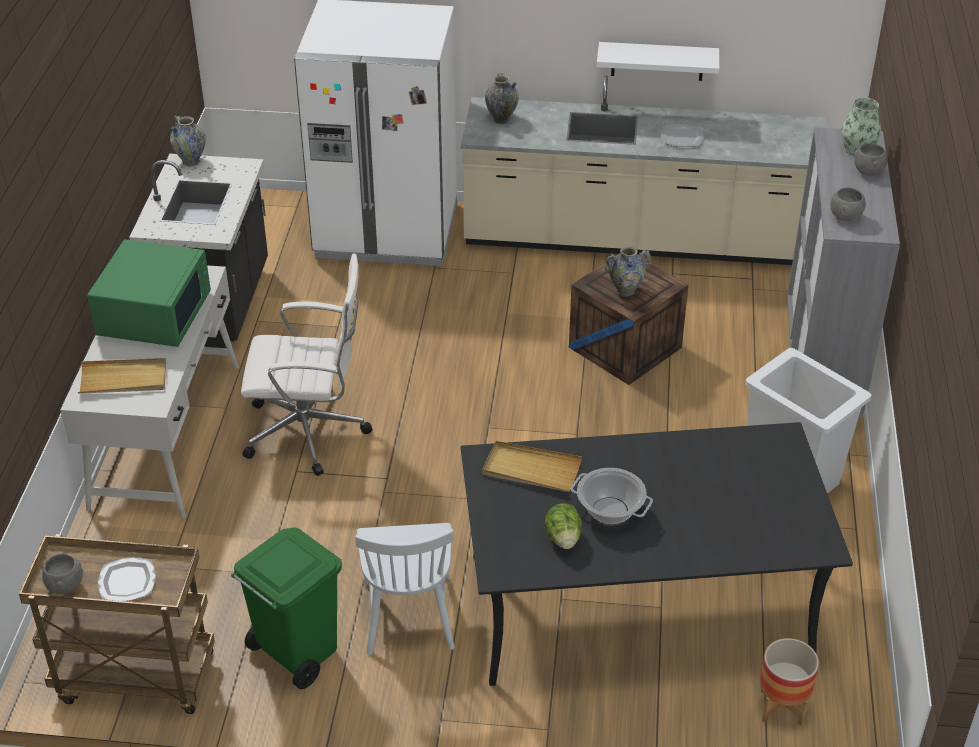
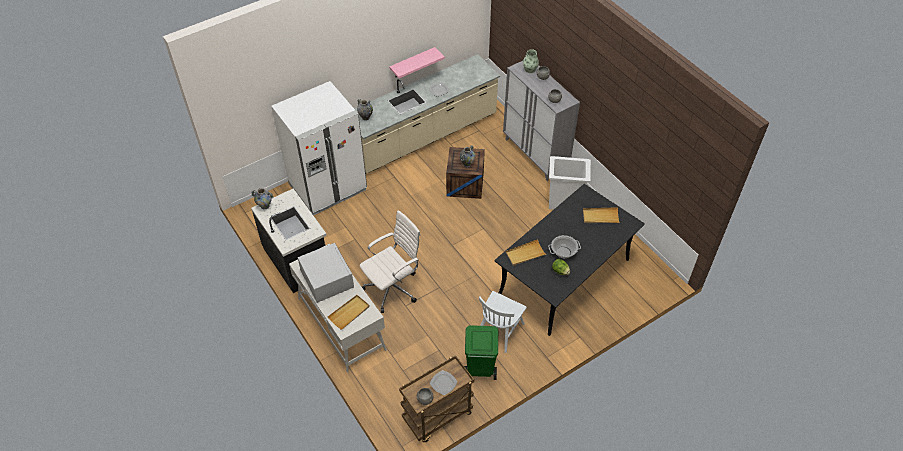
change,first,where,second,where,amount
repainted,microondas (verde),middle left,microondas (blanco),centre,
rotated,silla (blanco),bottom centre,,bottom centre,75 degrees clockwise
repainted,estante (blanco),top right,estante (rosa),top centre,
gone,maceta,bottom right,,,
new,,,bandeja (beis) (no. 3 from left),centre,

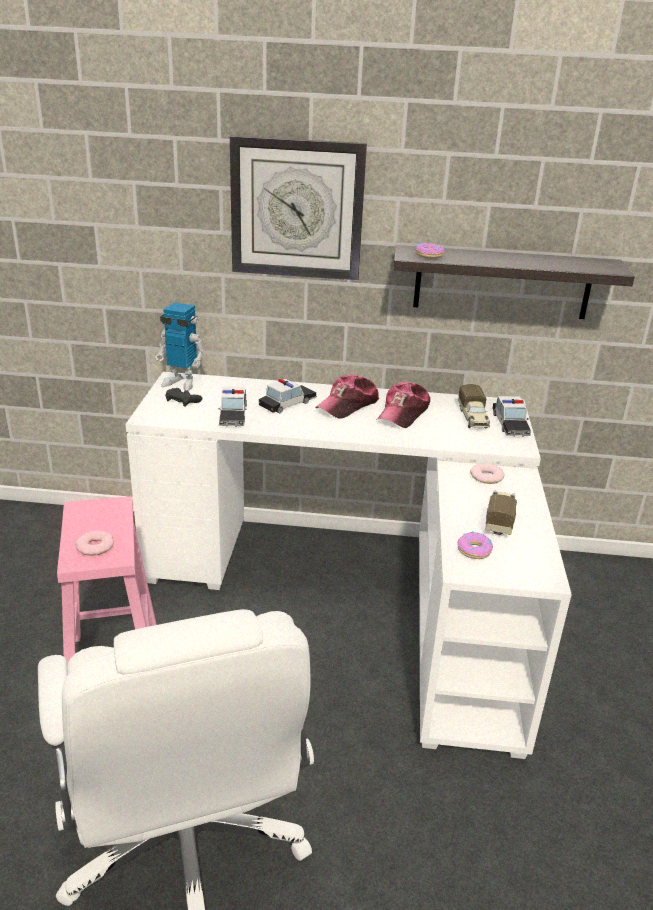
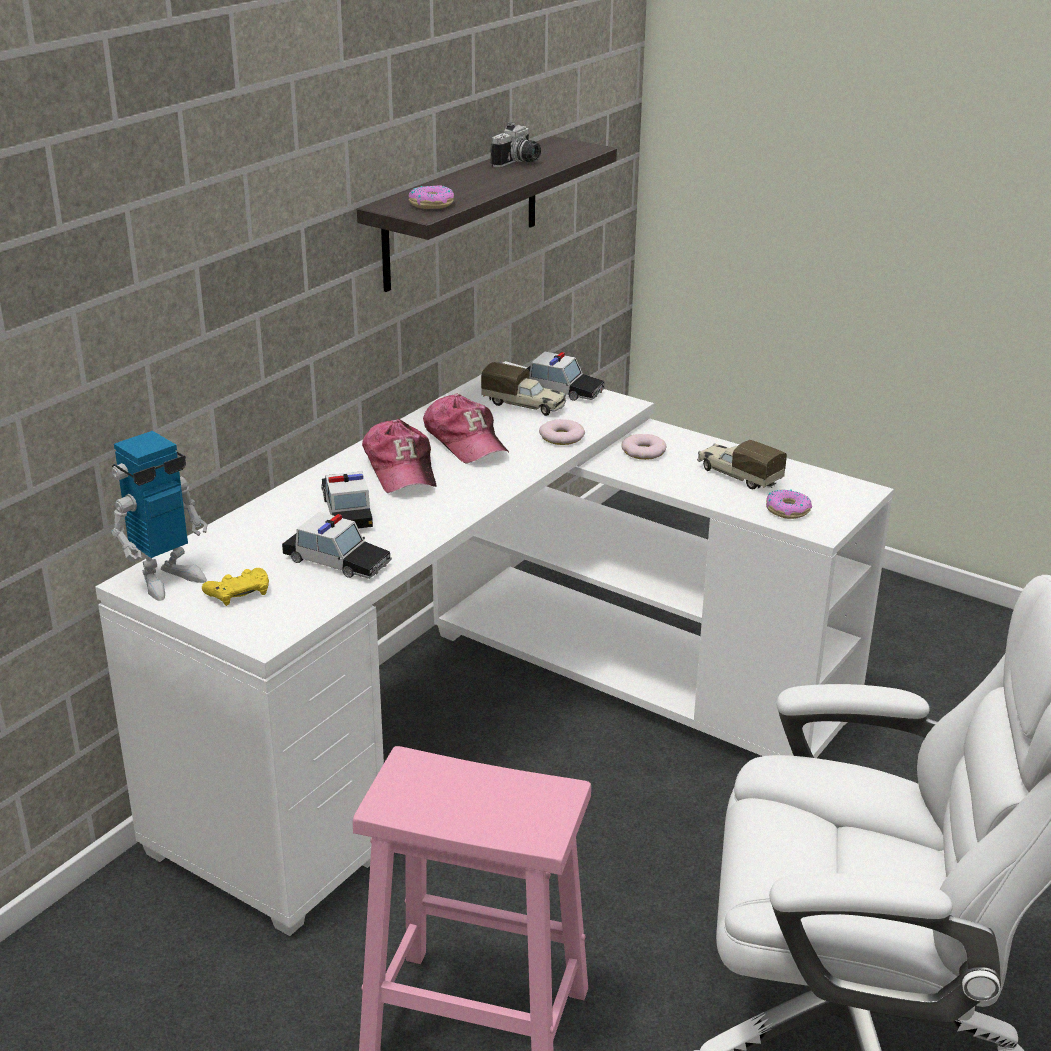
change,first,where,second,where,amount
shifted,rosquilla (no. 1 from left in the first image),middle left,rosquilla (no. 2 from left),centre,
repainted,mando de consola (negro),middle left,mando de consola (amarillo),middle left,
gone,reloj de pared,top centre,,,
new,,,cámara,top centre,

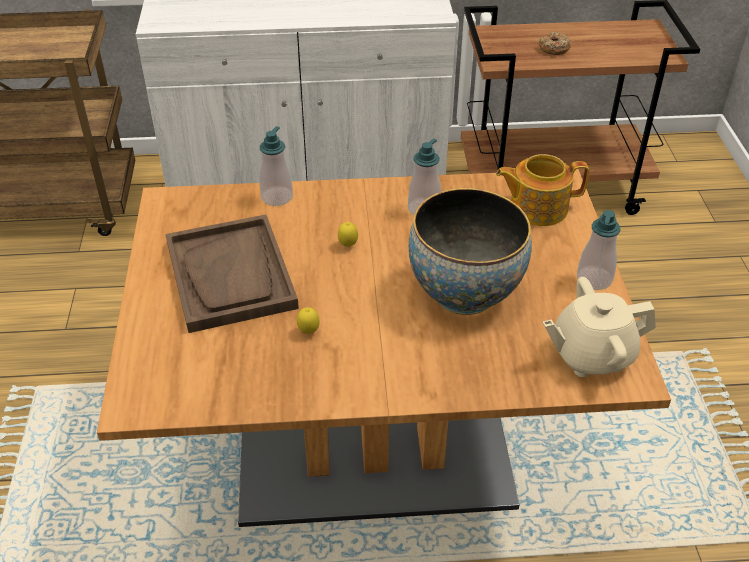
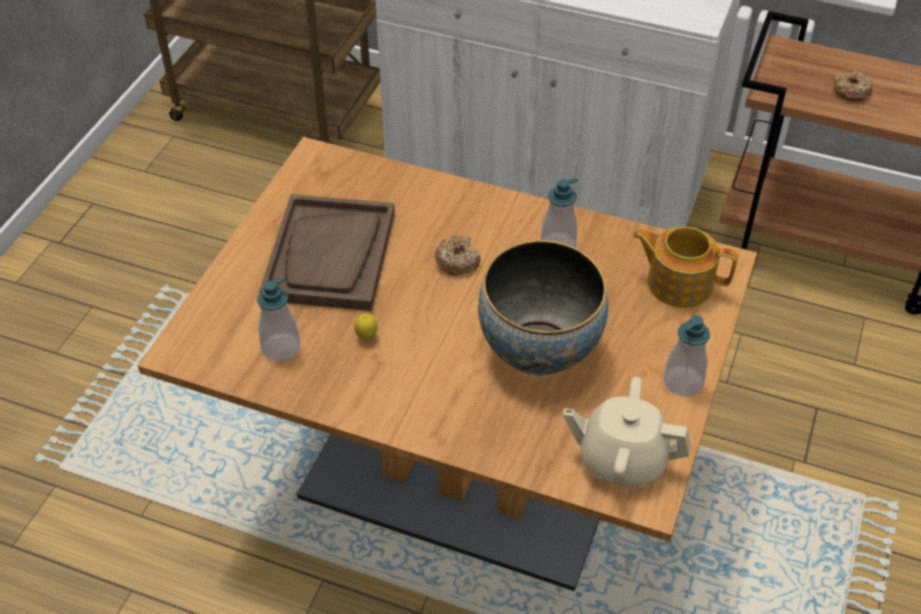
change,first,where,second,where,amount
shifted,dispensador de jabón (no. 1 from left),top centre,,middle left,
swapped,limón (no. 2 from left),centre,rosquilla (no. 1 from left),centre,

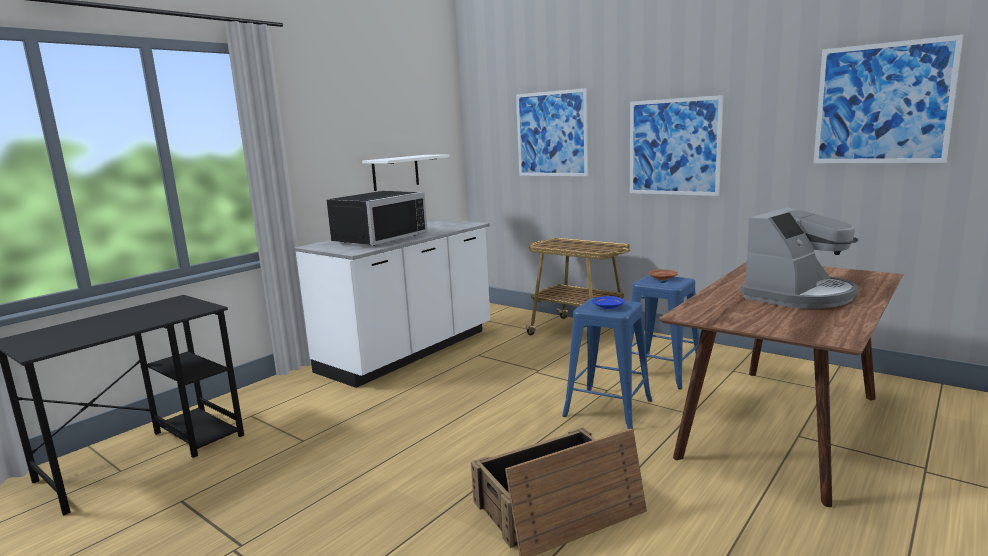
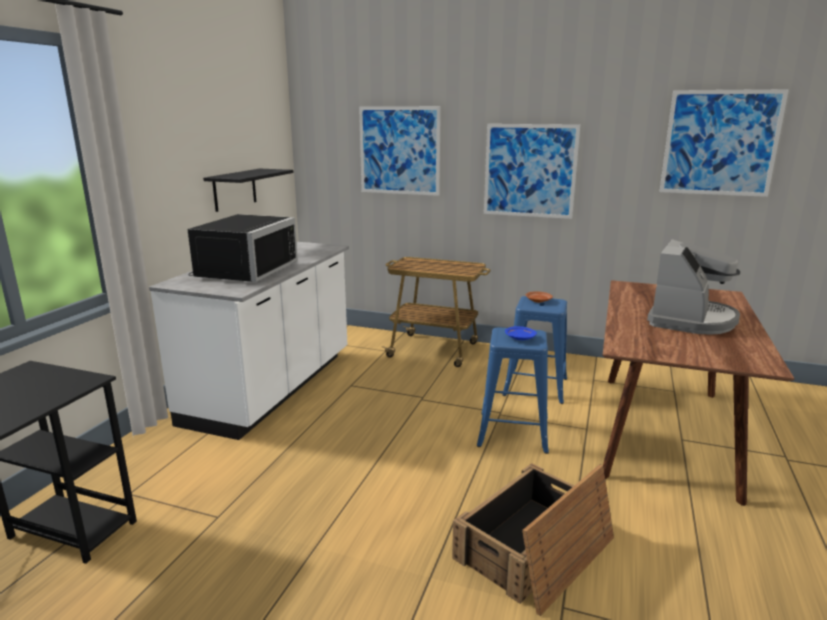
change,first,where,second,where,amount
repainted,estante (blanco),top centre,estante (negro),top left,

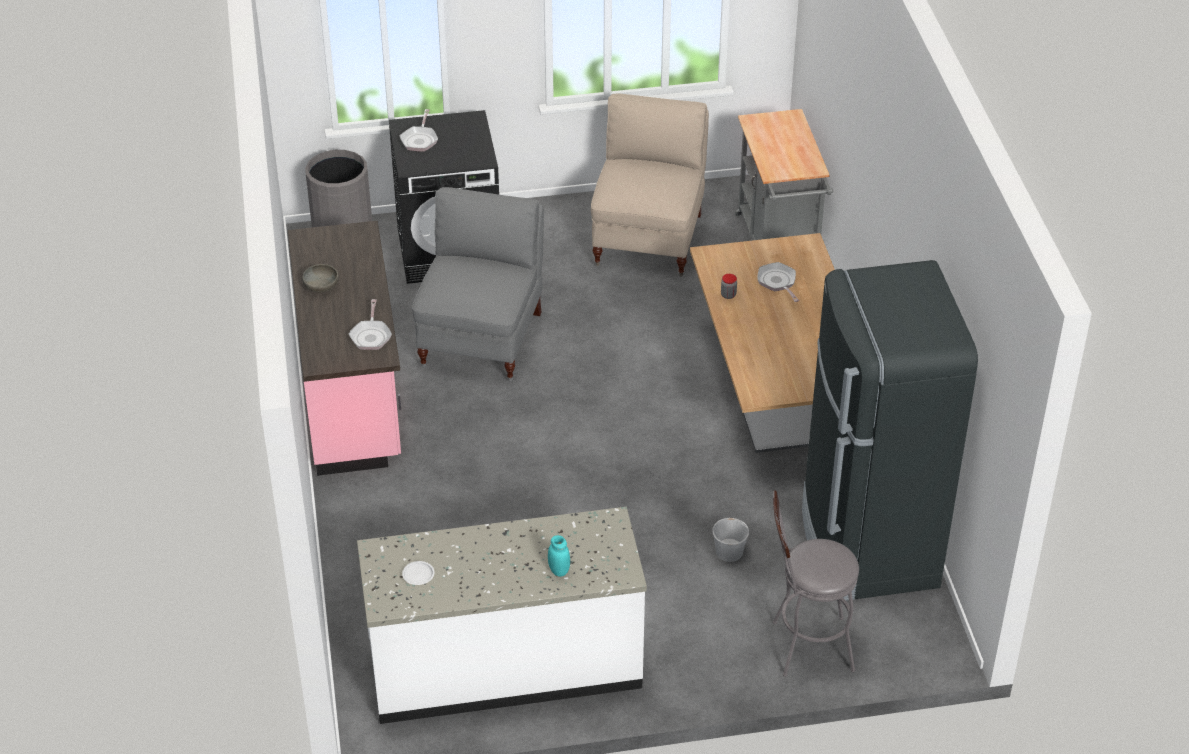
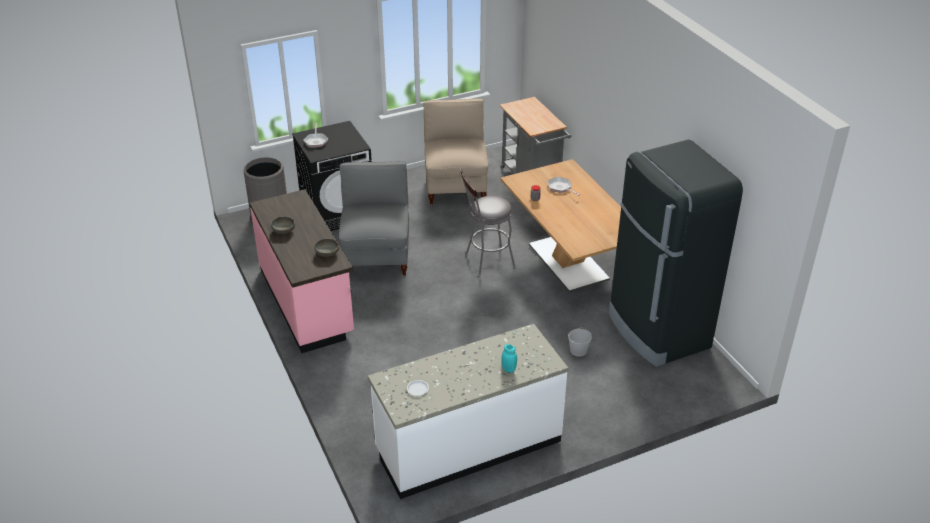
change,first,where,second,where,amount
swapped,sartén (no. 1 from left),middle left,cuenco (gris) (no. 2 from left),centre,
shifted,taburete (gris),bottom right,,centre,

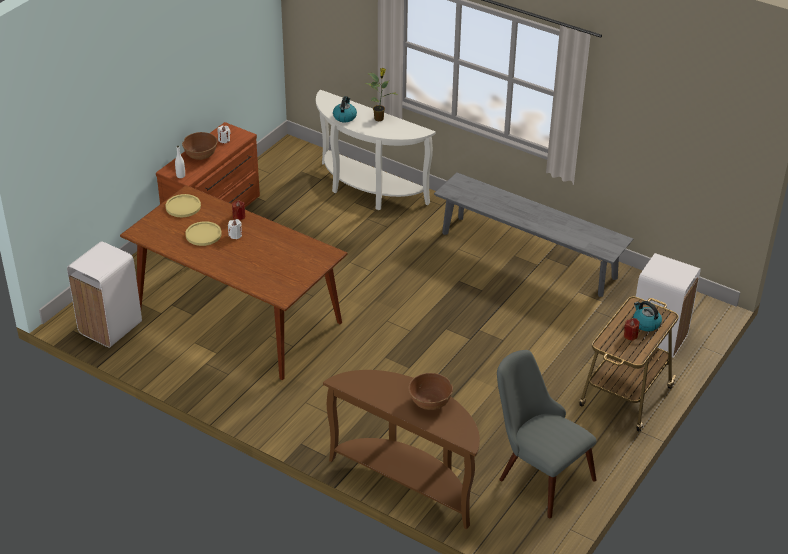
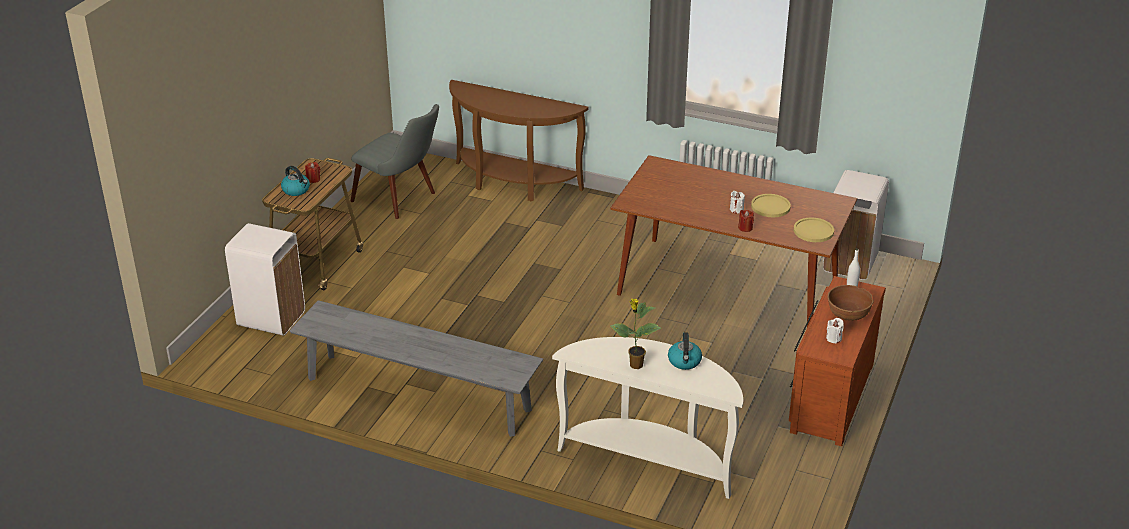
change,first,where,second,where,amount
gone,cuenco (marrón) (no. 2 from left),bottom centre,,,

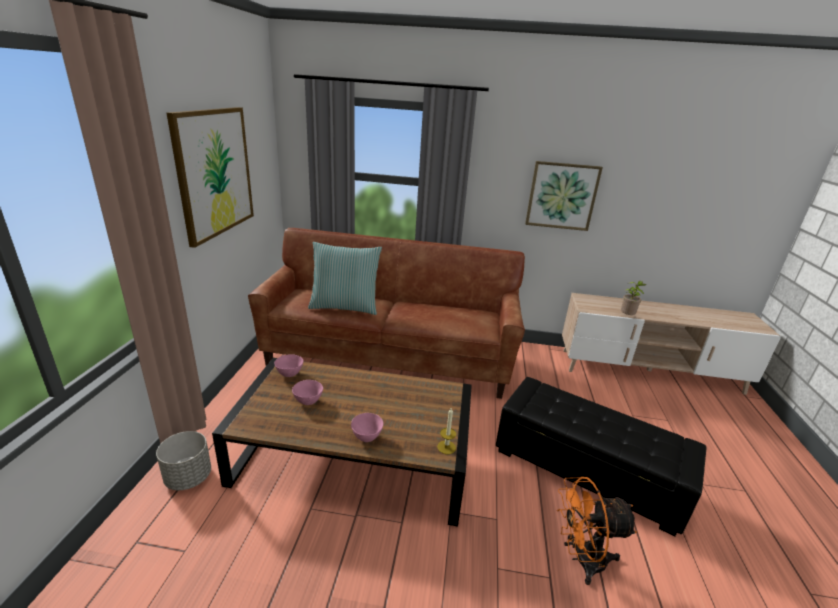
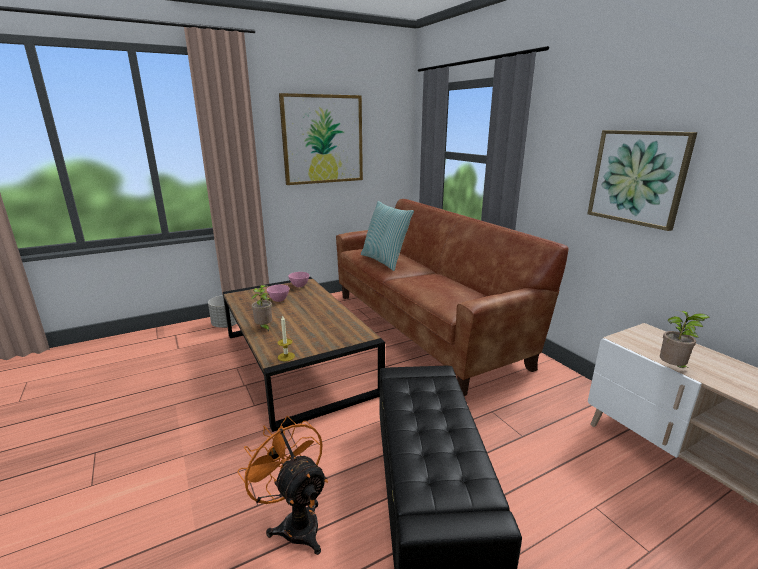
change,first,where,second,where,amount
swapped,cuenco (rosa) (no. 3 from left),bottom centre,planta en maceta (no. 1 from left),centre,

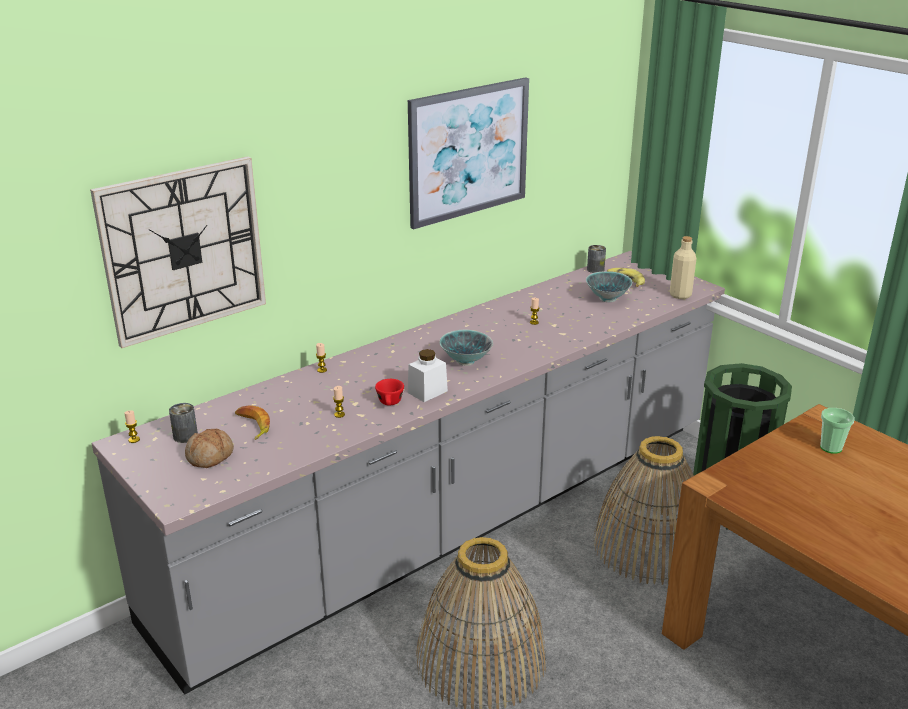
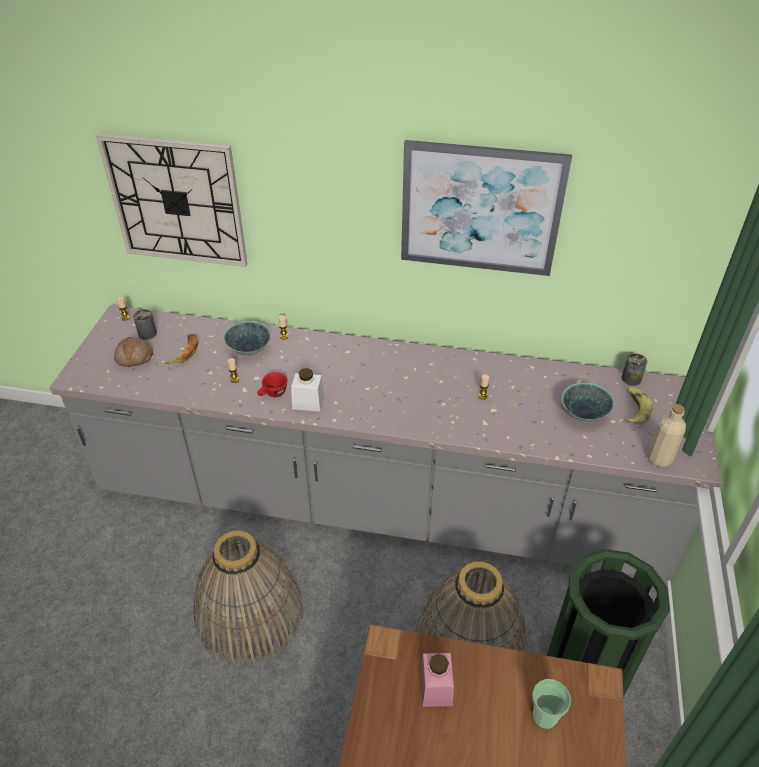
change,first,where,second,where,amount
shifted,cuenco (no. 1 from left),centre,,middle left,
new,,,tarro (rosa),bottom centre,

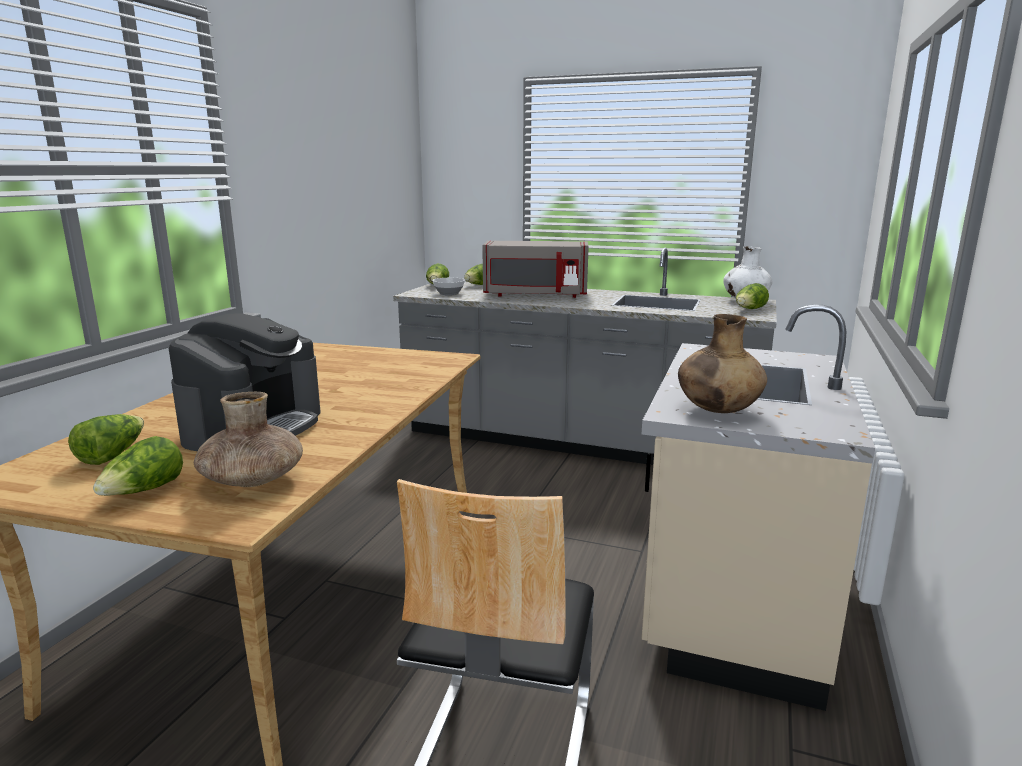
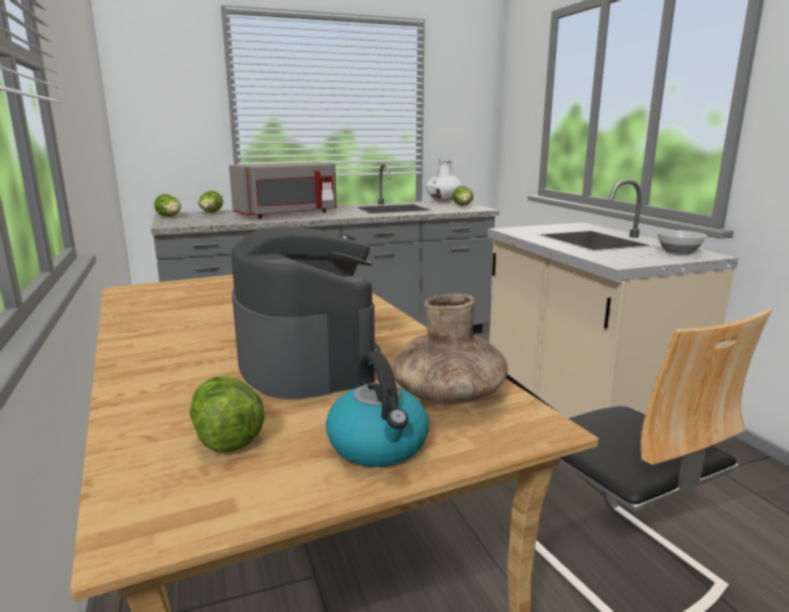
change,first,where,second,where,amount
swapped,lechuga (no. 2 from left),middle left,hervidor,bottom centre,
shifted,cuenco,centre,,middle right,
gone,florero (marrón) (no. 2 from left),middle right,,,

